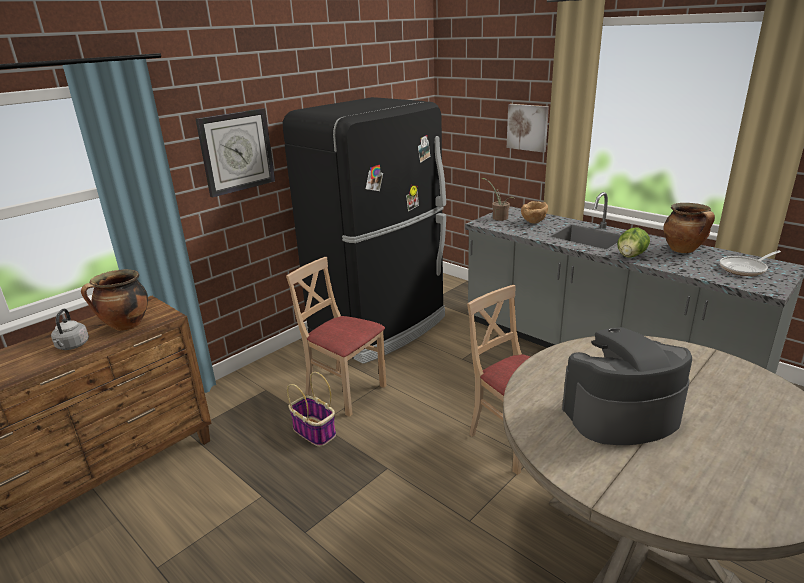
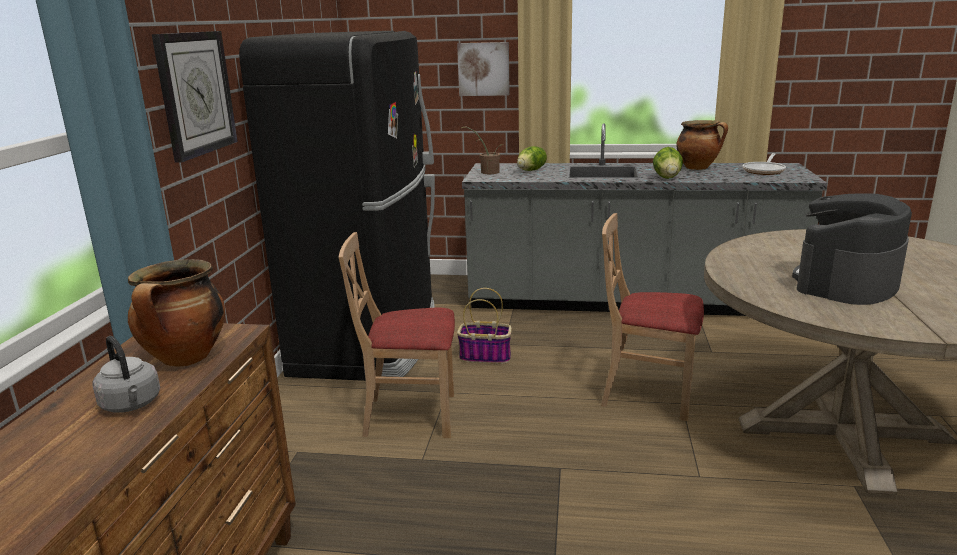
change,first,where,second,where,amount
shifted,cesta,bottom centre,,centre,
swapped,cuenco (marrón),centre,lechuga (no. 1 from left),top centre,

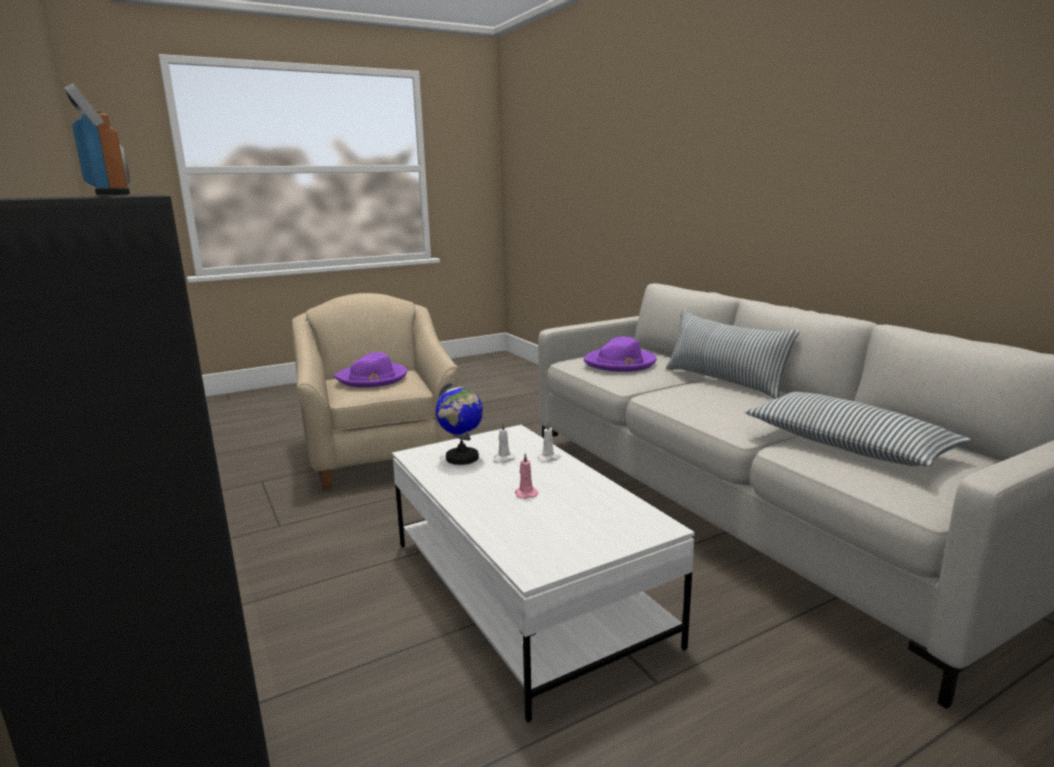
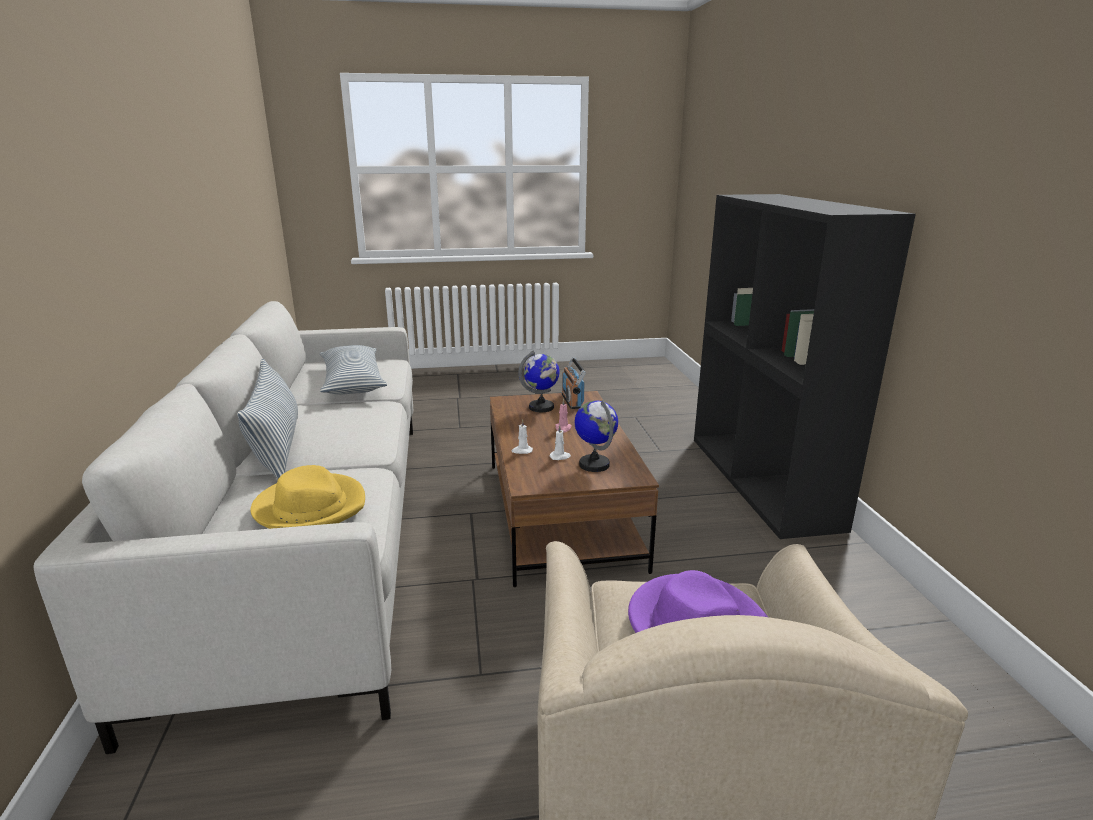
change,first,where,second,where,amount
shifted,radio,top left,,centre,
repainted,mesa de centro (blanco),bottom centre,mesa de centro (marrón),centre,
repainted,sombrero (morado) (no. 2 from left),centre,sombrero (amarillo),middle left,
new,,,globo terráqueo (no. 1 from left),centre,

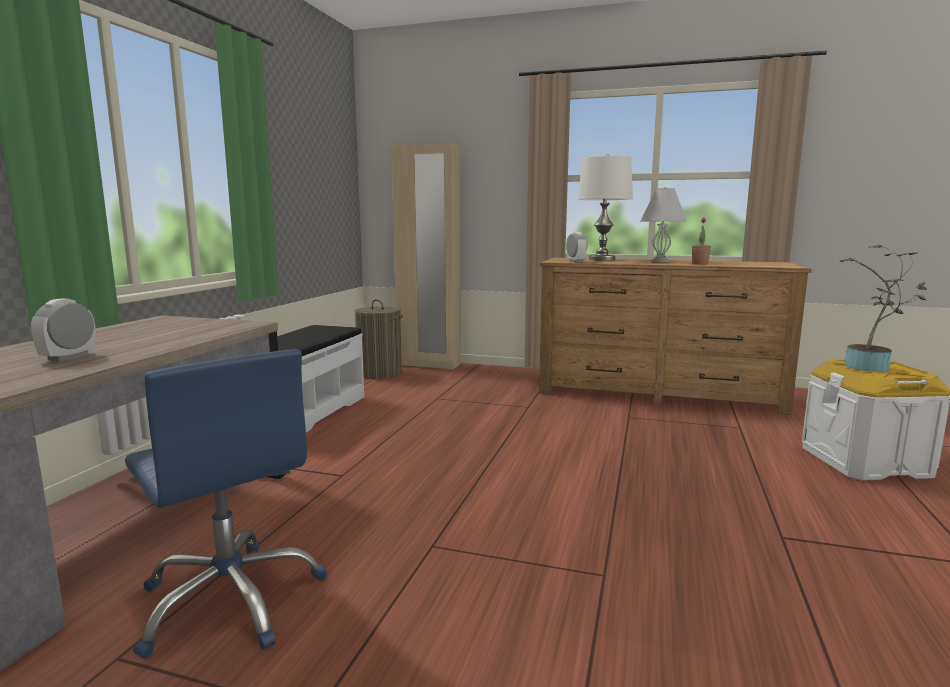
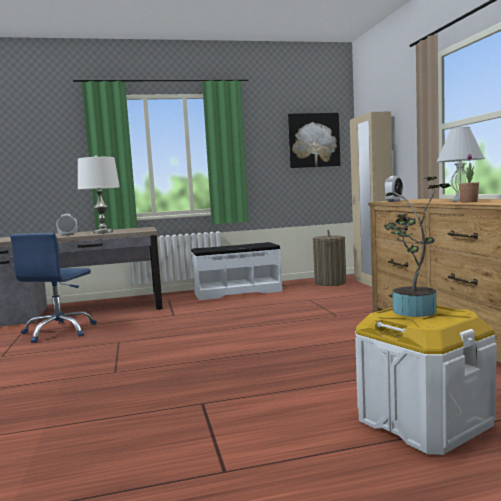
change,first,where,second,where,amount
shifted,lámpara de mesa (blanco) (no. 1 from left),top centre,,middle left,
new,,,cuadro,top centre,

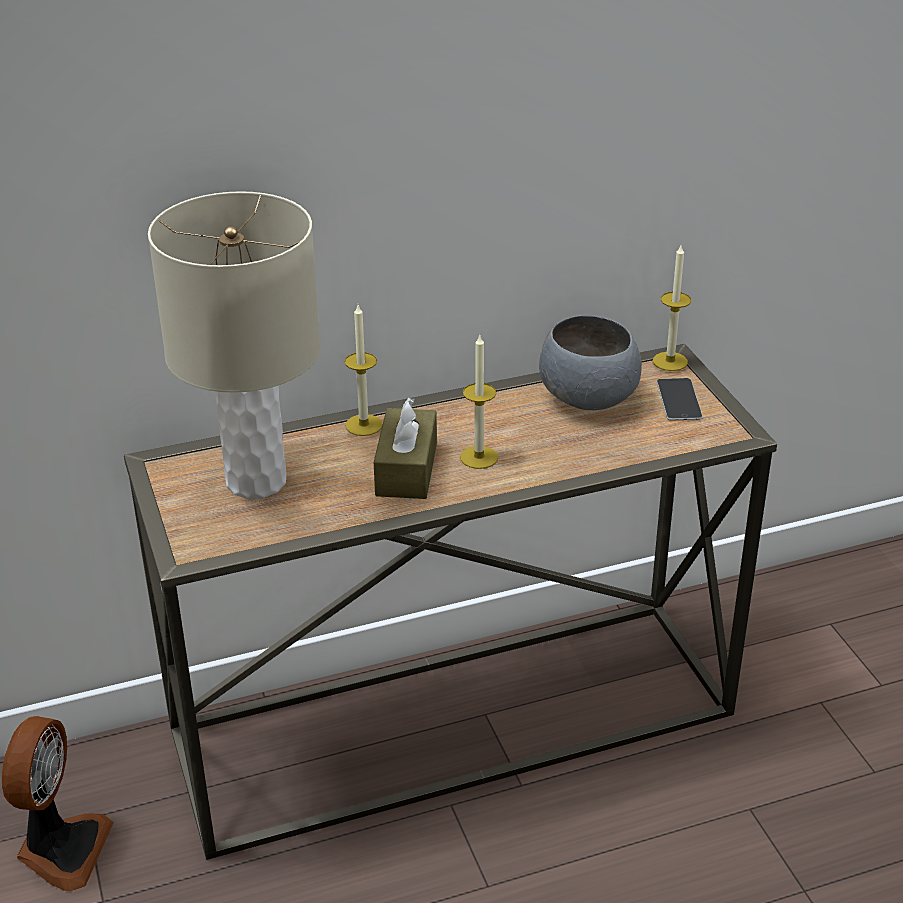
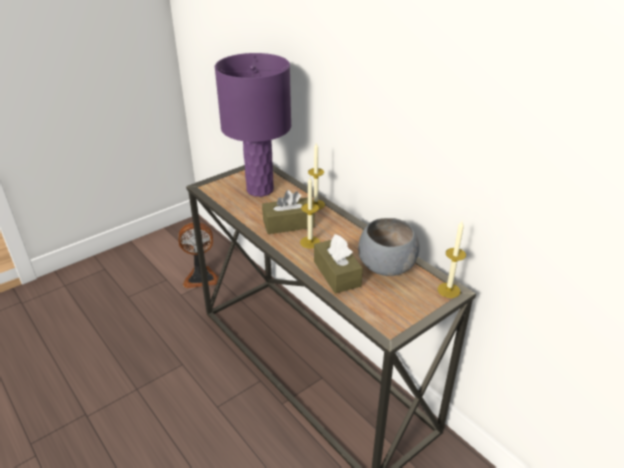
change,first,where,second,where,amount
repainted,lámpara de mesa (beis),middle left,lámpara de mesa (morado),top centre,
gone,móvil,middle right,,,
new,,,caja de pañuelos (marrón) (no. 2 from left),centre,

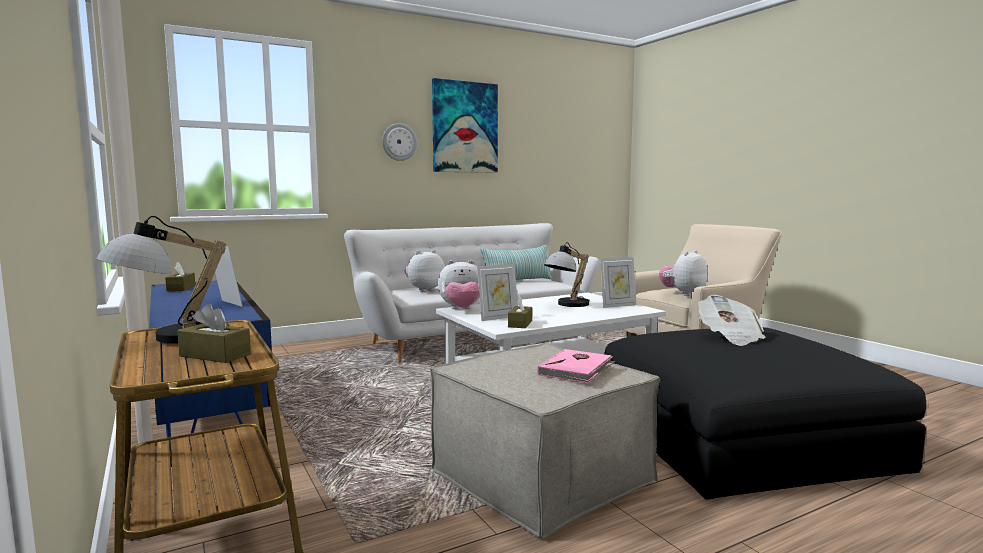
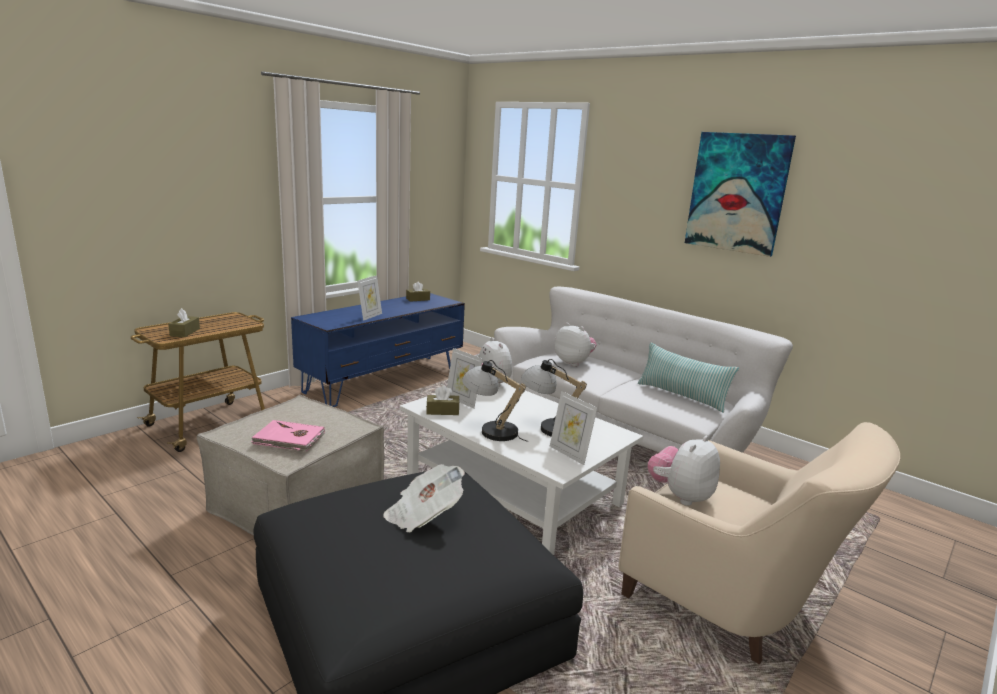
change,first,where,second,where,amount
shifted,lámpara de mesa (no. 1 from left),middle left,,centre,
gone,reloj de pared,top centre,,,
rotated,peluche (no. 3 from left),middle right,,bottom right,75 degrees counterclockwise

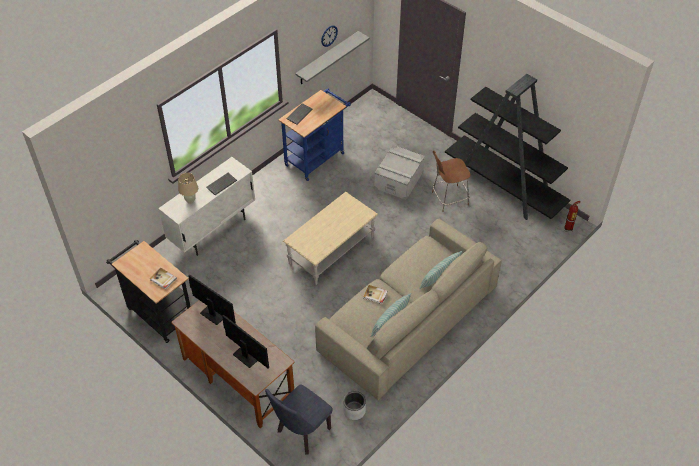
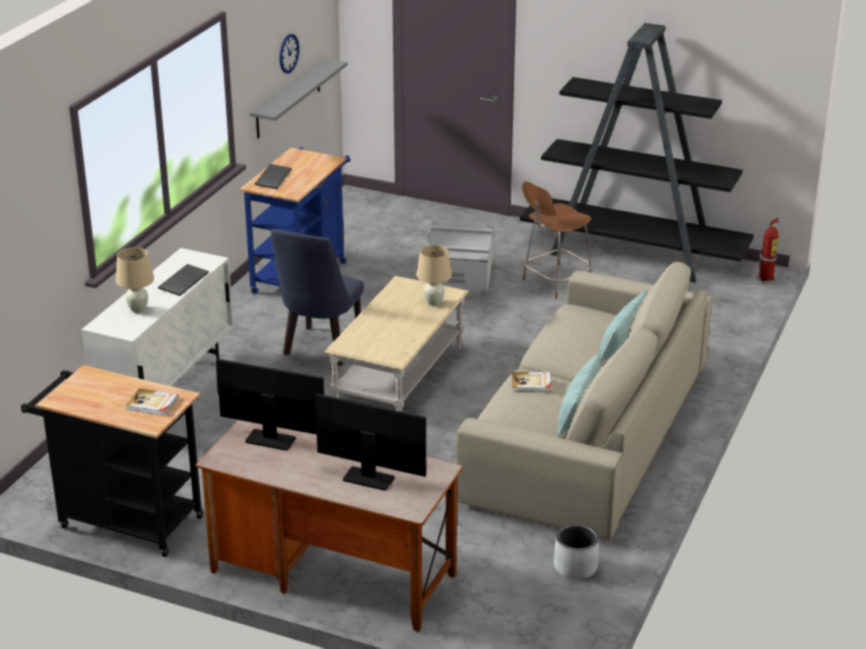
change,first,where,second,where,amount
shifted,silla (azul),bottom centre,,centre,
new,,,lámpara de mesa (beis) (no. 2 from left),centre,

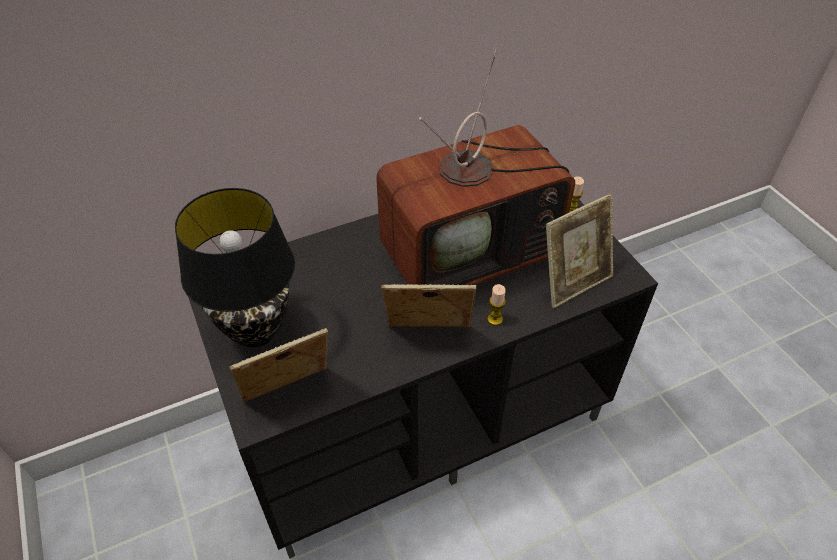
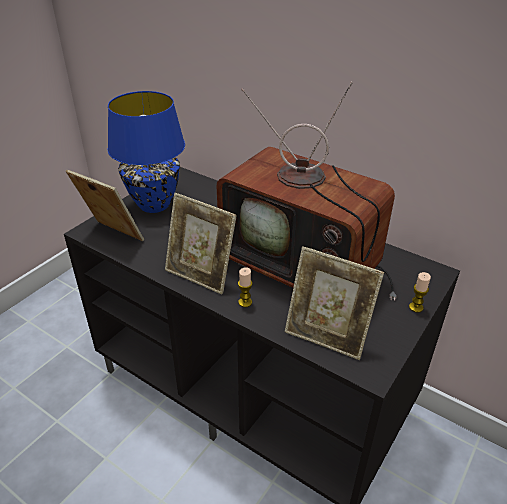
change,first,where,second,where,amount
repainted,lámpara de mesa (negro),middle left,lámpara de mesa (azul),top left,
rotated,portarretratos (no. 2 from left),centre,,centre,150 degrees clockwise

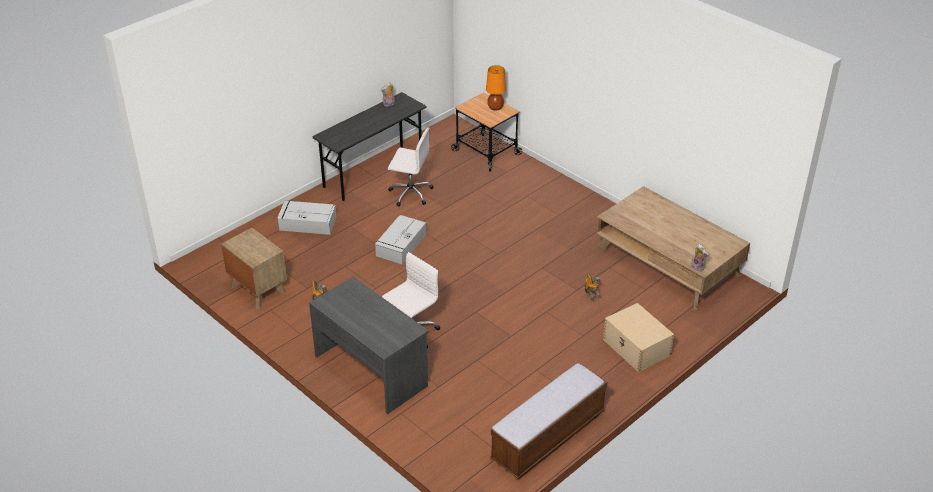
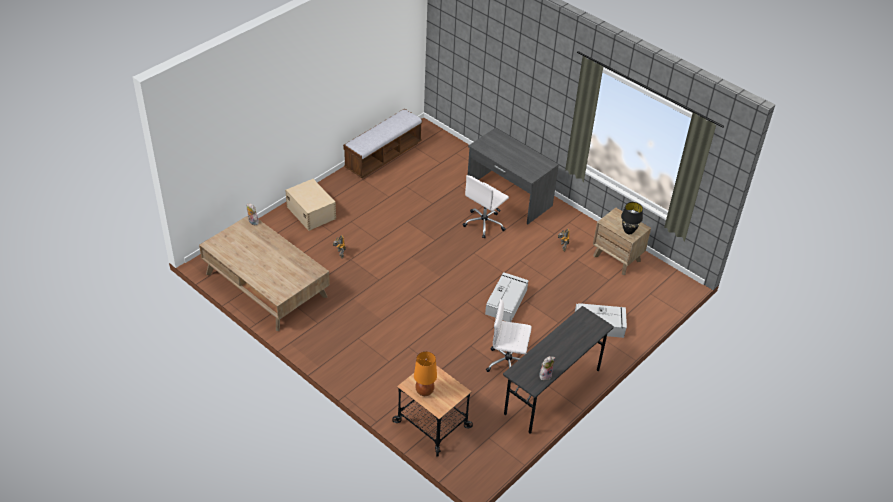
change,first,where,second,where,amount
new,,,lámpara de mesa (negro),middle right,

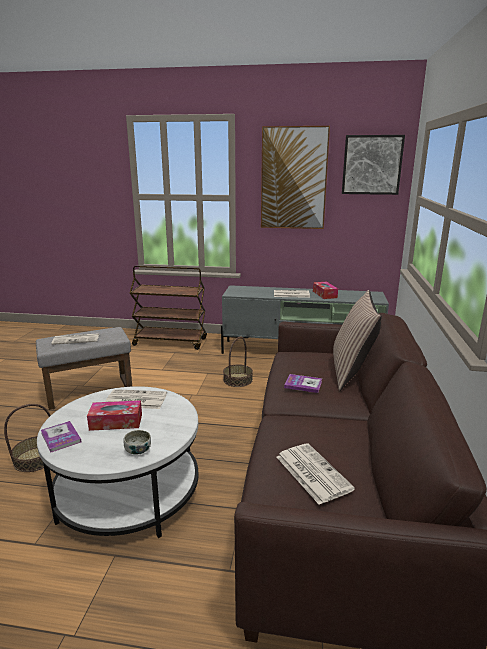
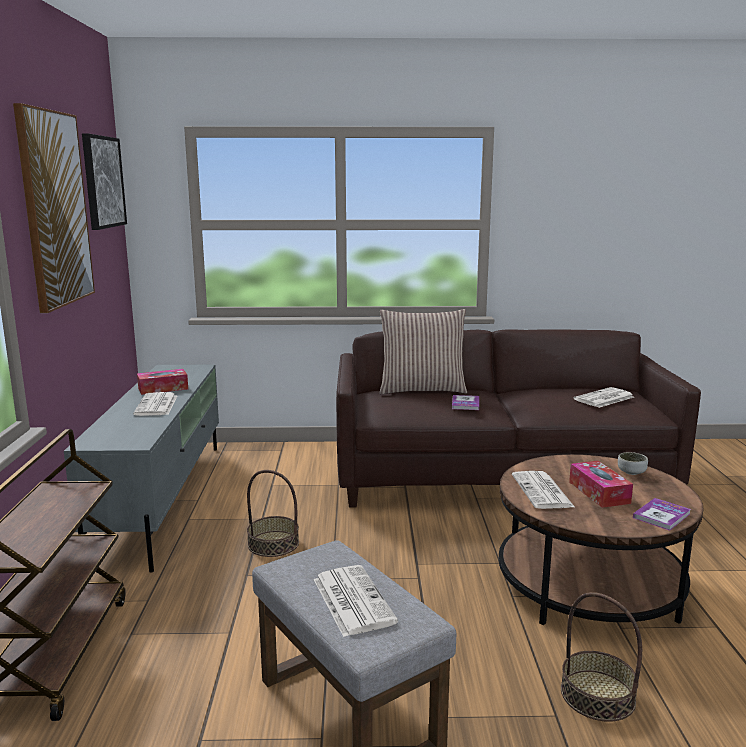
change,first,where,second,where,amount
repainted,mesa de centro (blanco),bottom left,mesa de centro (marrón),bottom right,

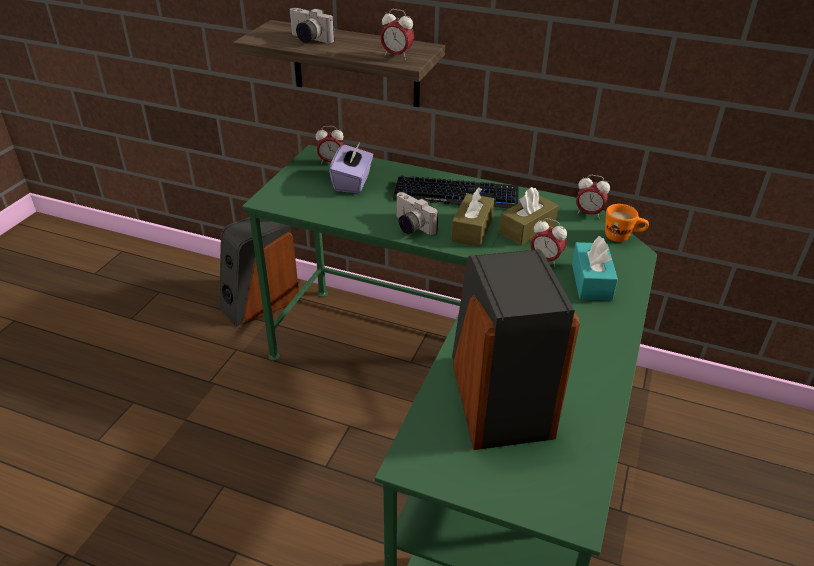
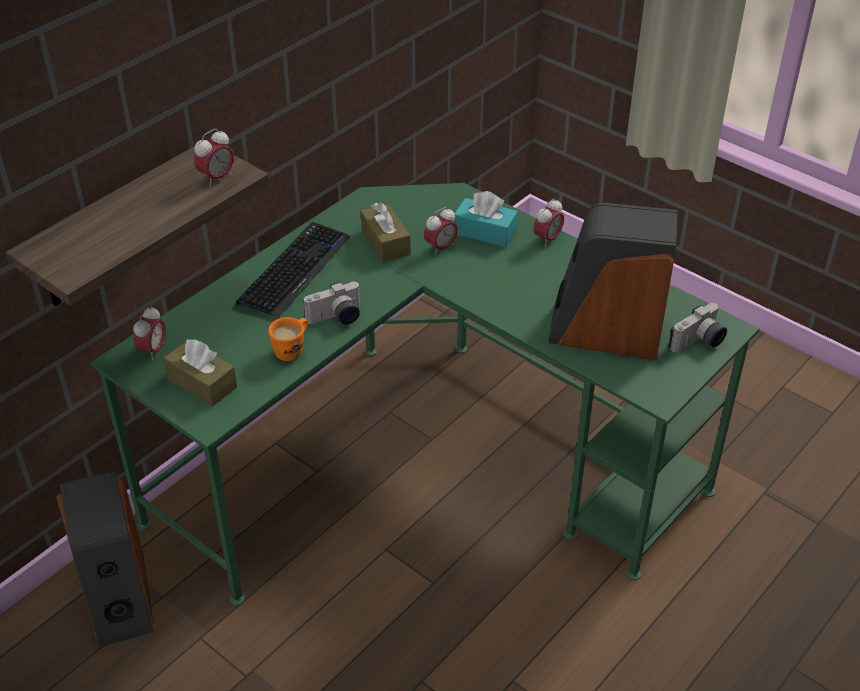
change,first,where,second,where,amount
shifted,cámara (no. 1 from left in the first image),top centre,cámara (no. 2 from left),middle right,
gone,caja de pañuelos (morado),top centre,,,
shifted,caja de pañuelos (marrón) (no. 1 from left),centre,,middle left,
shifted,despertador (no. 4 from left),middle right,,top centre,
shifted,taza grande (naranja),middle right,,centre,

